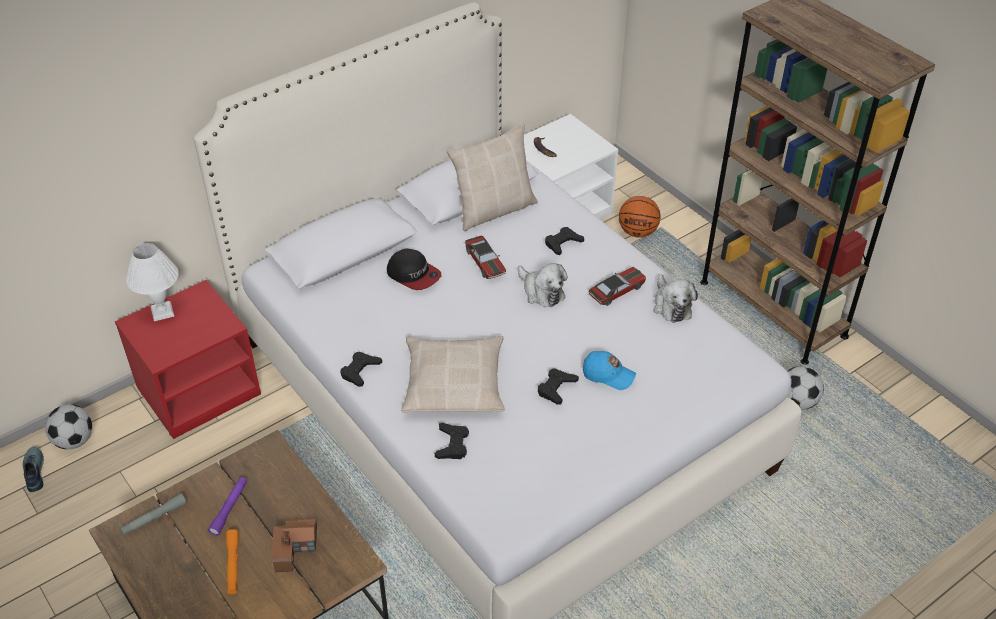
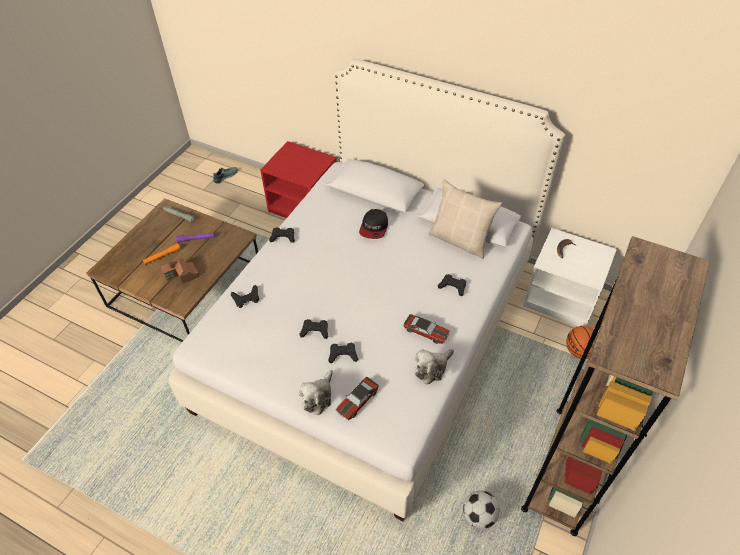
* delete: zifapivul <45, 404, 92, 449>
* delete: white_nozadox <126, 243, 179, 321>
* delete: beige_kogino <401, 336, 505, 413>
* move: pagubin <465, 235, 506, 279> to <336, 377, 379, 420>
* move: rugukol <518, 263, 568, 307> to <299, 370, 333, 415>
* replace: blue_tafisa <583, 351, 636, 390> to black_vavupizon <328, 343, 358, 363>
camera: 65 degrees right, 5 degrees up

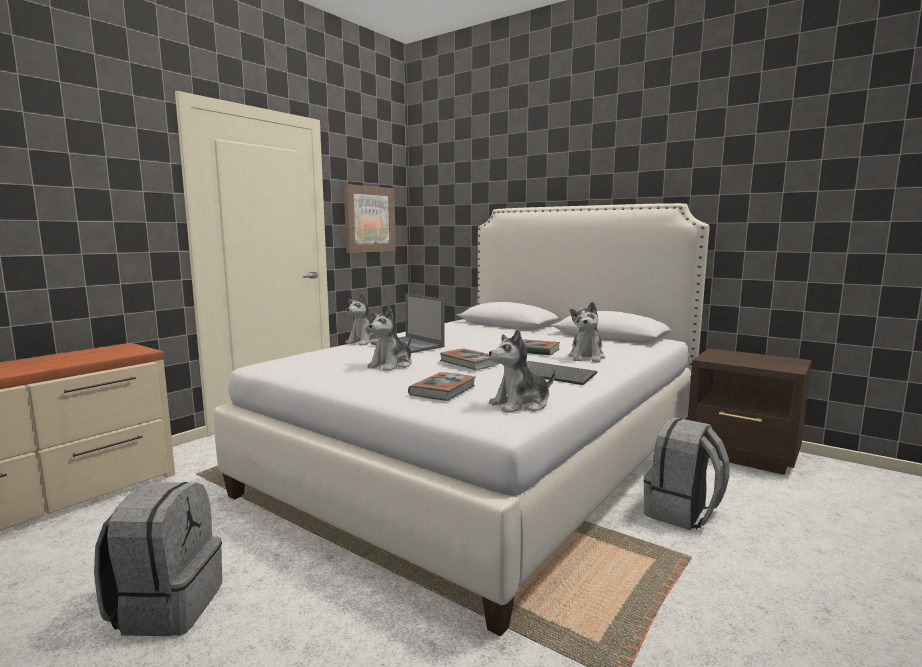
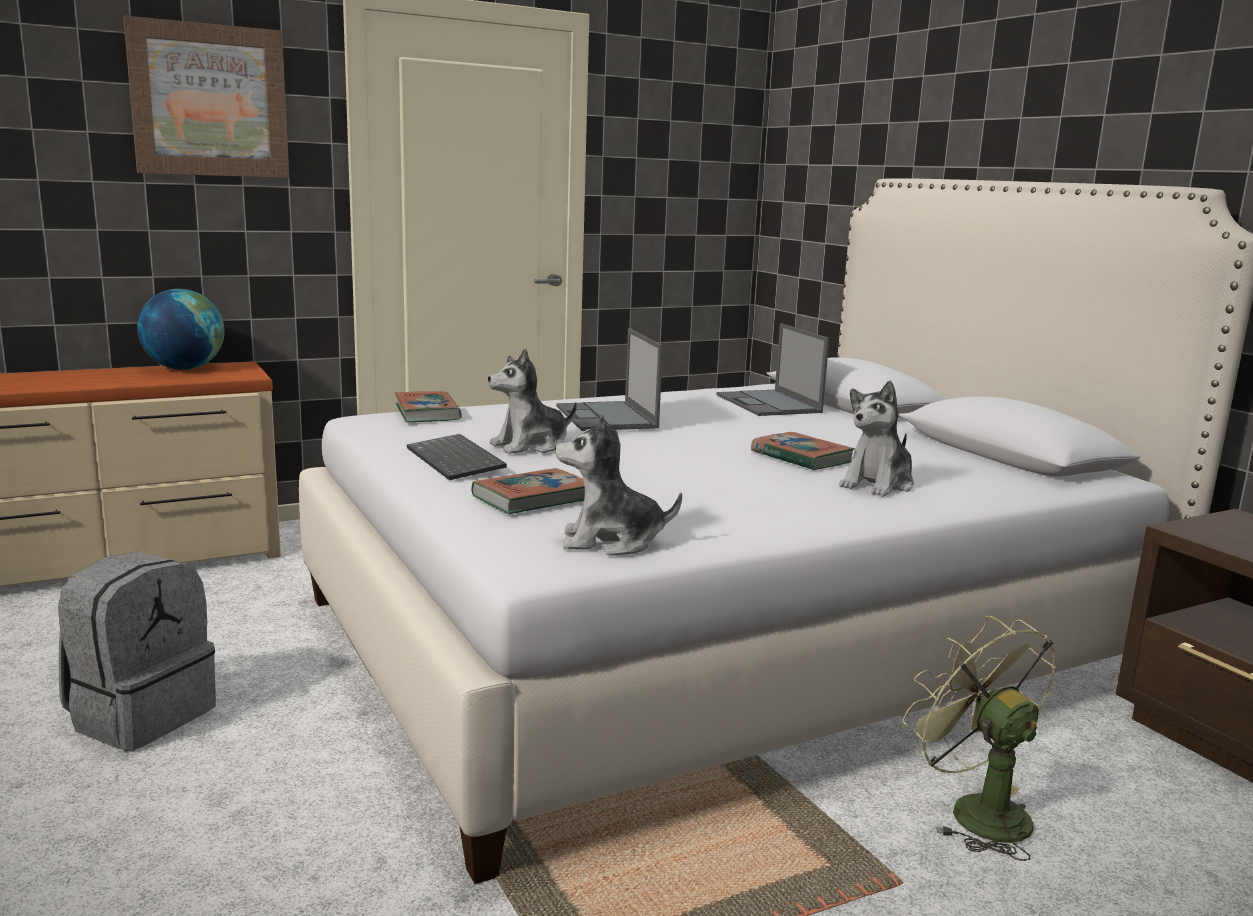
* move: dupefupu <344, 184, 396, 253> to <123, 16, 289, 178>
* delete: rugukol <346, 293, 379, 346>
* move: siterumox <439, 348, 500, 370> to <395, 391, 462, 422>
* move: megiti <526, 361, 597, 385> to <407, 434, 507, 480>
* replace: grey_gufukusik <643, 417, 729, 530> to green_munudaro <903, 616, 1056, 861>
* insert: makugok <137, 289, 225, 370>
* insert: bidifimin <716, 323, 829, 416>
camera: 25 degrees right, 5 degrees up

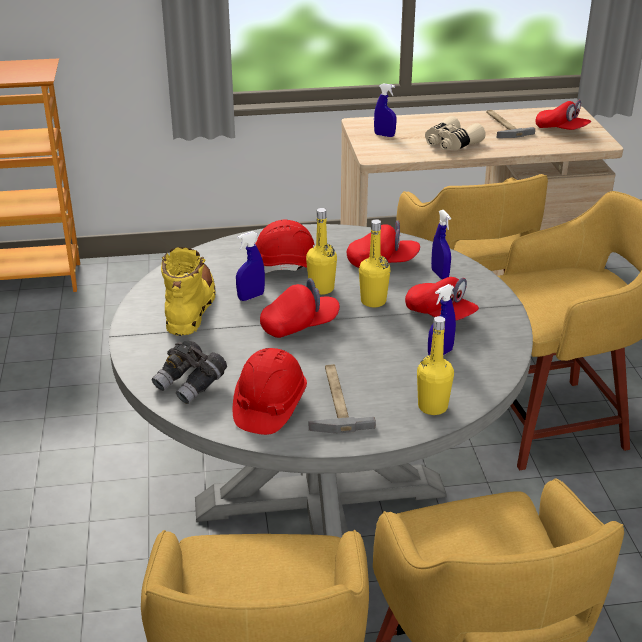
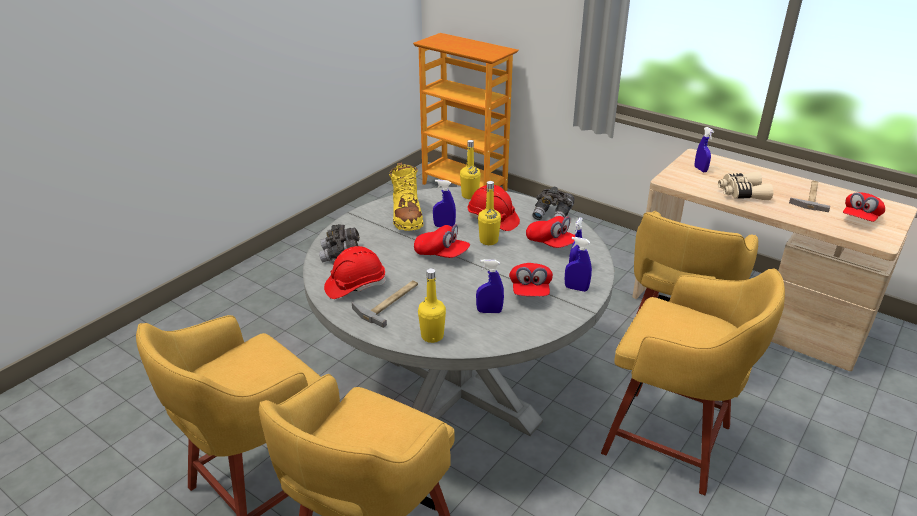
* rotate: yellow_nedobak <161, 247, 215, 336> = <389, 162, 424, 231> 120 degrees clockwise
* move: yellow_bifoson <359, 219, 390, 307> to <460, 140, 481, 199>
* rotate: red_tafisa <536, 100, 591, 130> = <843, 192, 885, 222> 45 degrees clockwise
* insert: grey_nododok <532, 187, 574, 220>
* insert: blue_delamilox <565, 237, 592, 292>
camera: 45 degrees right, 0 degrees up

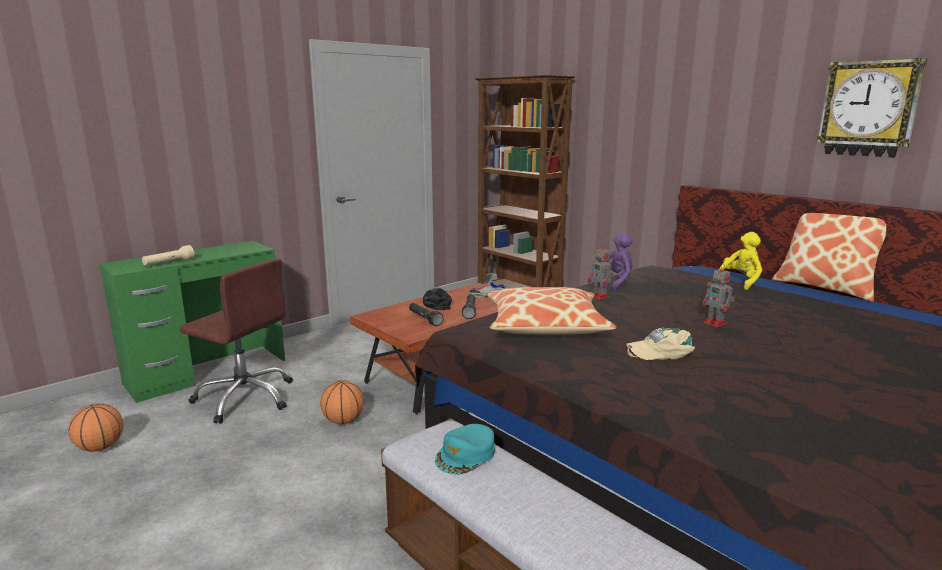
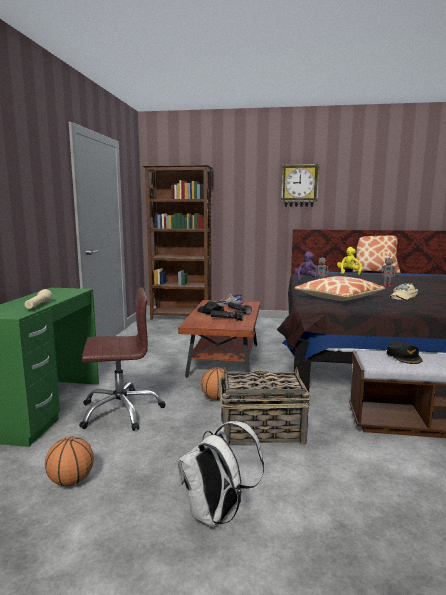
* recolor: turquoise_tafisa <435, 424, 495, 475> to black_tafisa <387, 341, 422, 364>
* move: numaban <817, 58, 927, 158> to <281, 164, 319, 207>
* insert: white_gufukusik <178, 421, 264, 527>
* insert: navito <218, 367, 311, 445>
camera: 40 degrees left, 5 degrees down

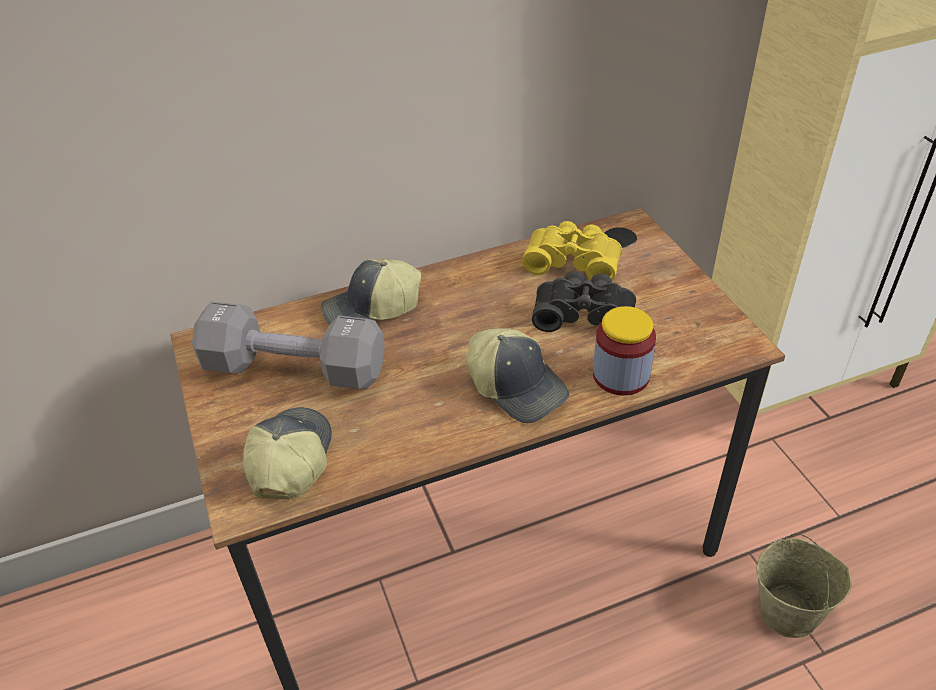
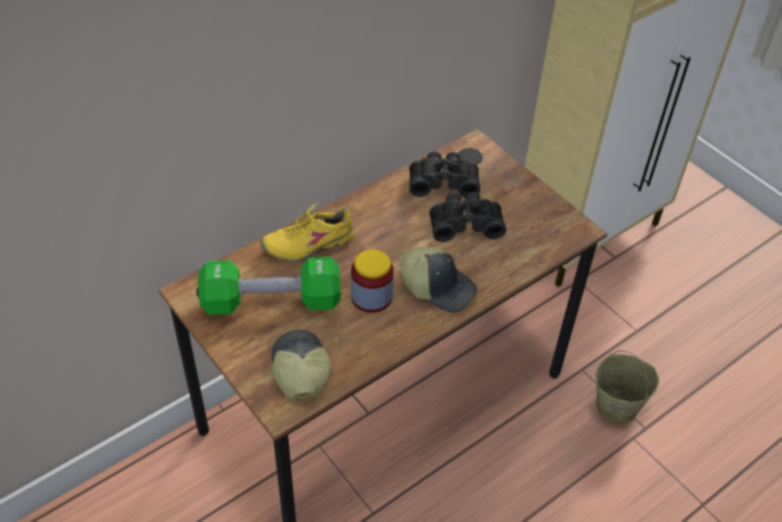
* recolor: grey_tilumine <192, 301, 385, 389> to green_tilumine <198, 257, 341, 315>
* replace: tafisa <321, 259, 421, 325> to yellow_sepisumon <261, 203, 355, 262>
* recolor: yellow_nododok <522, 221, 622, 281> to black_nododok <409, 152, 480, 197>
* move: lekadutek <593, 306, 656, 395> to <351, 249, 394, 313>
camera: 20 degrees left, 5 degrees up

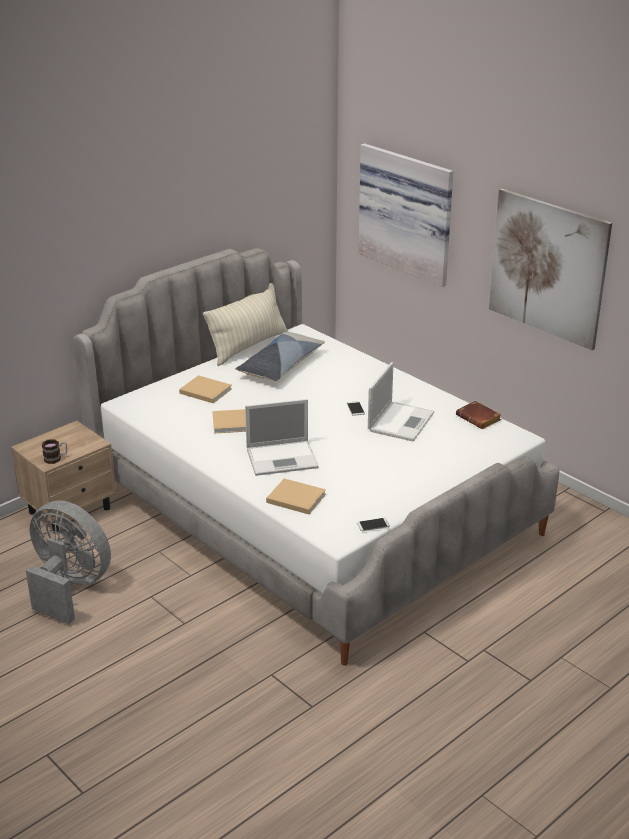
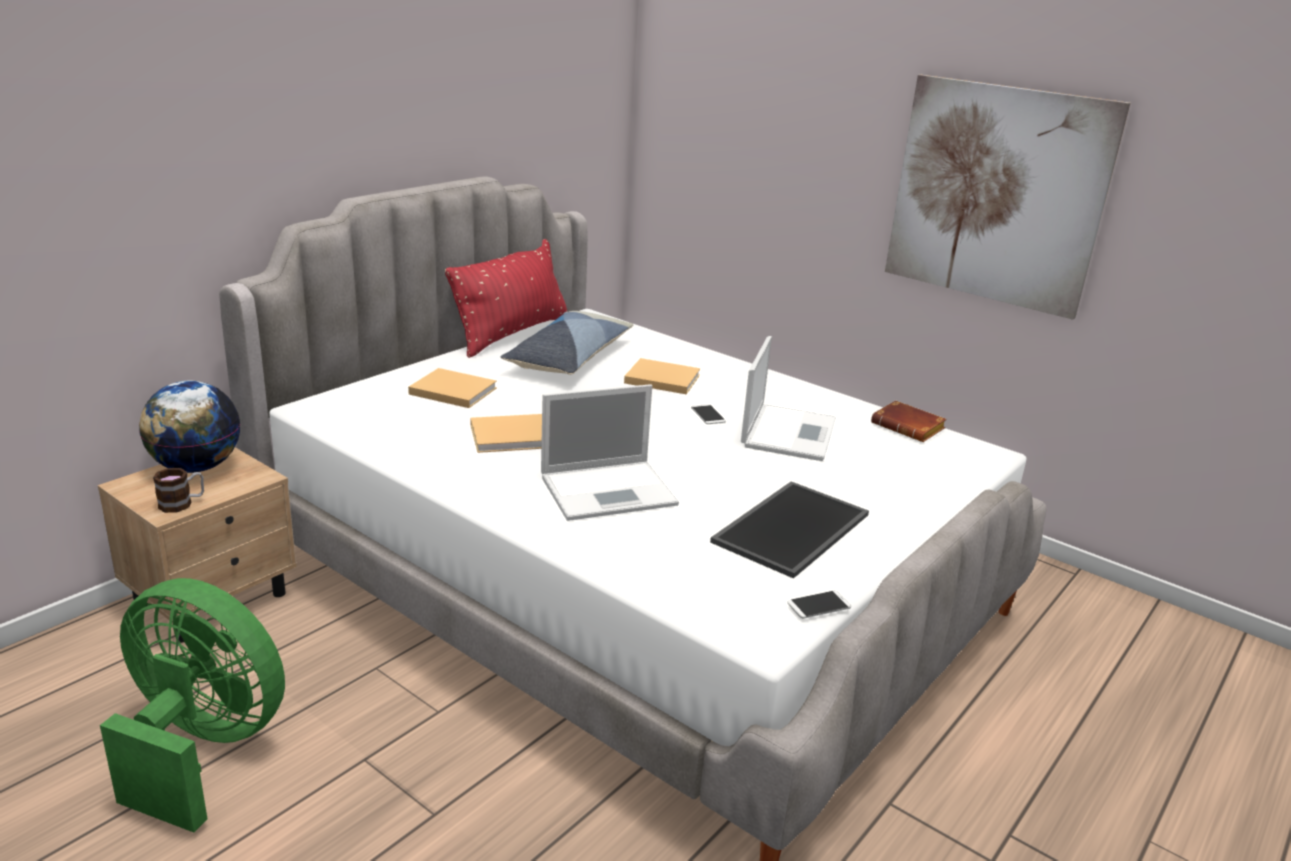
* recolor: grey_munudaro <26, 500, 111, 624> to green_munudaro <100, 578, 285, 833>
* recolor: beige_kogino <203, 283, 288, 366> to red_kogino <445, 239, 568, 358>
* move: beige_siterumox <266, 478, 326, 514> to <624, 358, 700, 394>
* delete: dupefupu <358, 143, 453, 287>
* insert: makugok <139, 381, 240, 473>
* insert: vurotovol <710, 481, 869, 579>
camera: 10 degrees left, 5 degrees down

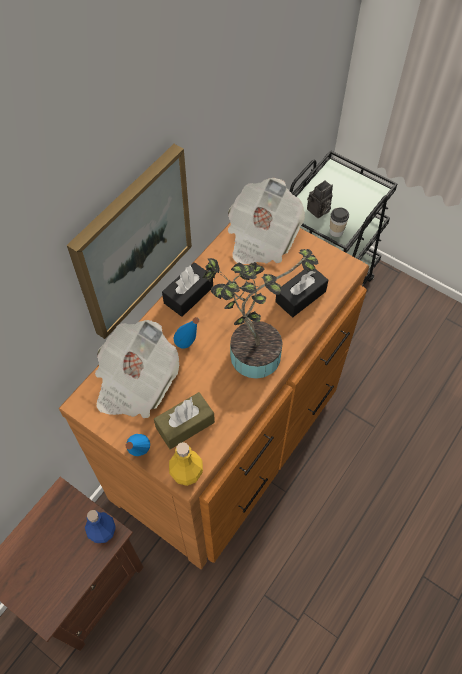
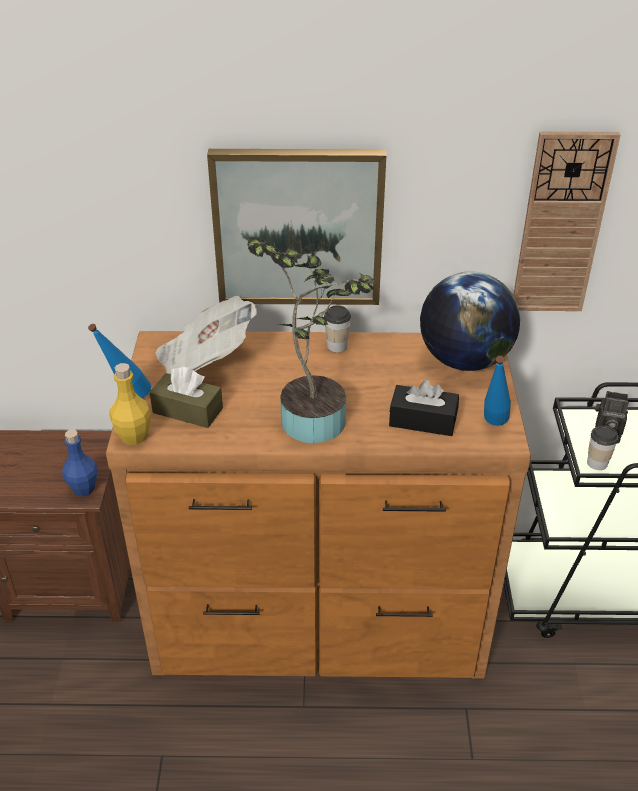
* replace: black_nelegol <162, 262, 213, 317> to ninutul <324, 305, 351, 352>
* move: blue_bifoson <174, 317, 199, 349> to <484, 356, 511, 426>
* replace: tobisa <228, 178, 305, 264> to makugok <420, 272, 520, 371>
* insert: numaban <513, 131, 621, 311>
camera: 55 degrees right, 20 degrees down

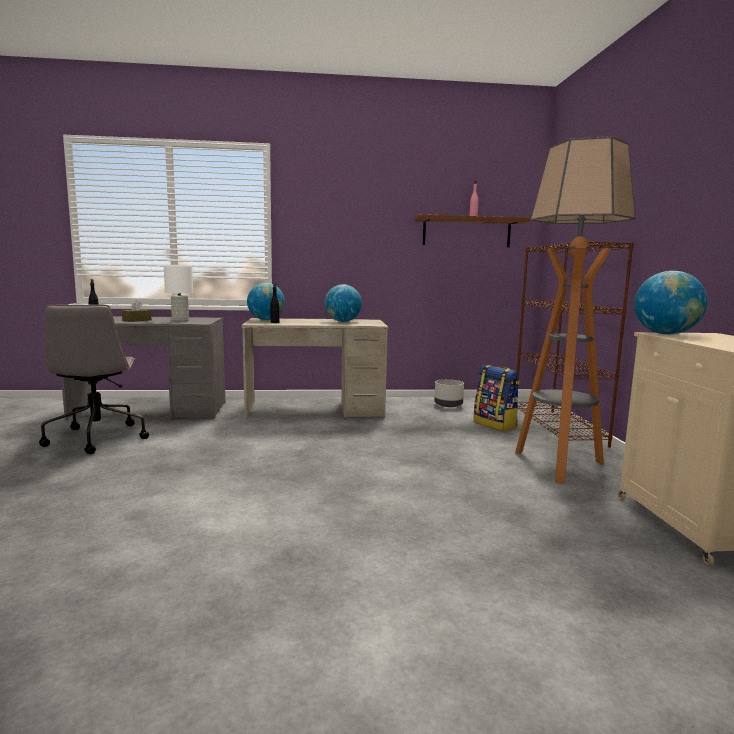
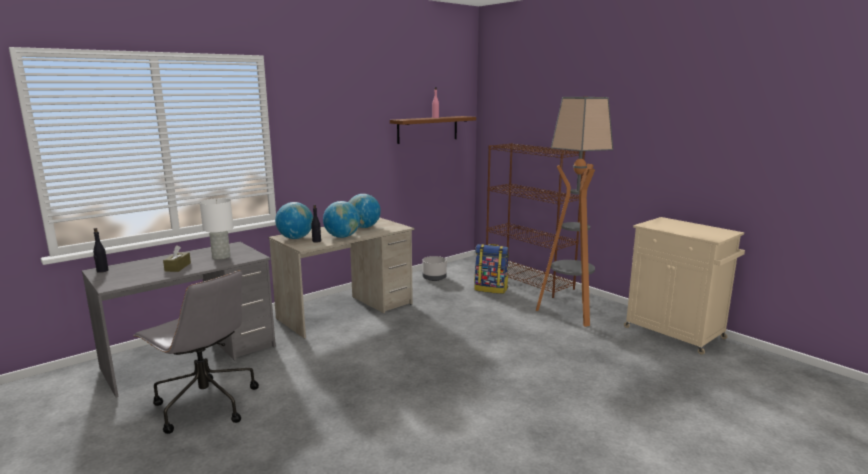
* move: makugok <634, 271, 708, 335> to <323, 201, 360, 238>
camera: 35 degrees left, 5 degrees up

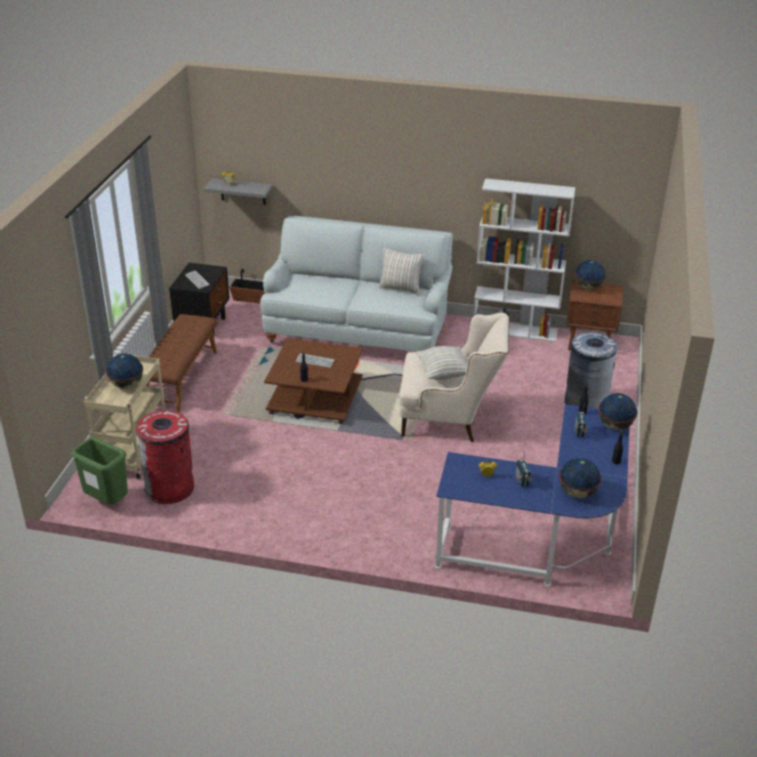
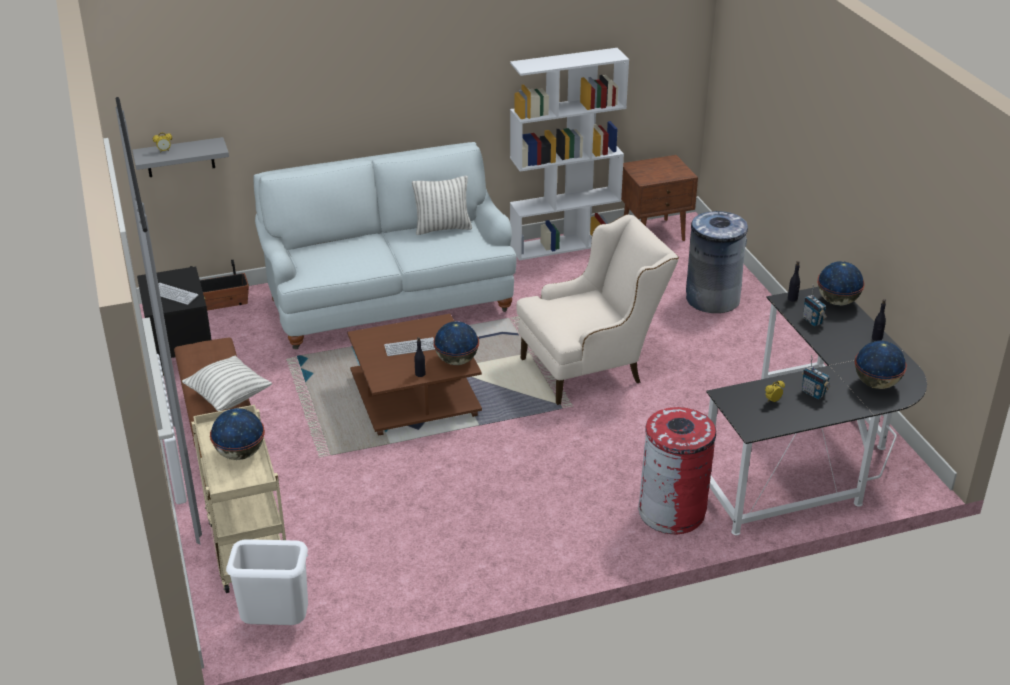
* recolor: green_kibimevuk <71, 437, 128, 505> to white_kibimevuk <226, 539, 308, 625>
* move: red_kibimevuk <136, 411, 194, 504> to <638, 407, 716, 534>
* move: kogino <416, 346, 467, 380> to <182, 356, 272, 411>
* recolor: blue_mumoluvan <435, 404, 630, 586> to black_mumoluvan <706, 287, 927, 535>
* move: makugok <575, 260, 606, 290> to <433, 321, 479, 365>
camera: 30 degrees left, 0 degrees up

